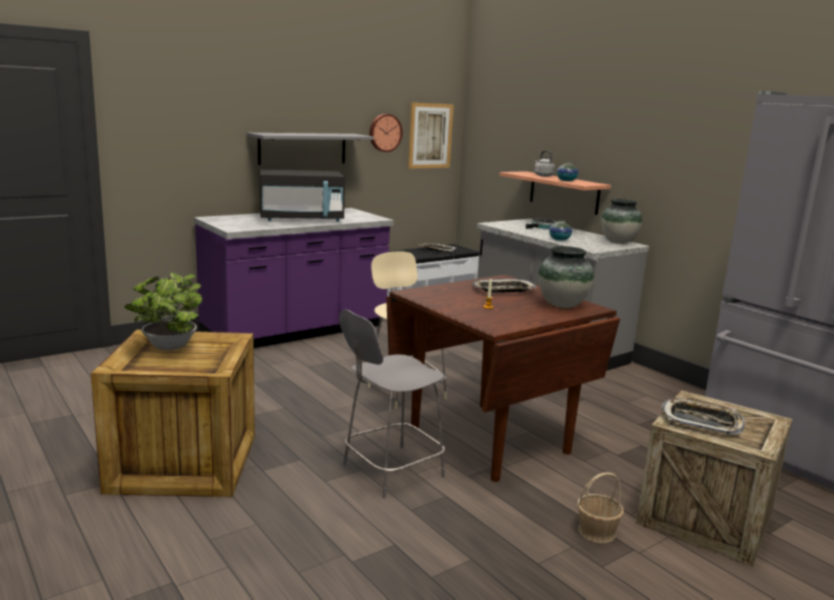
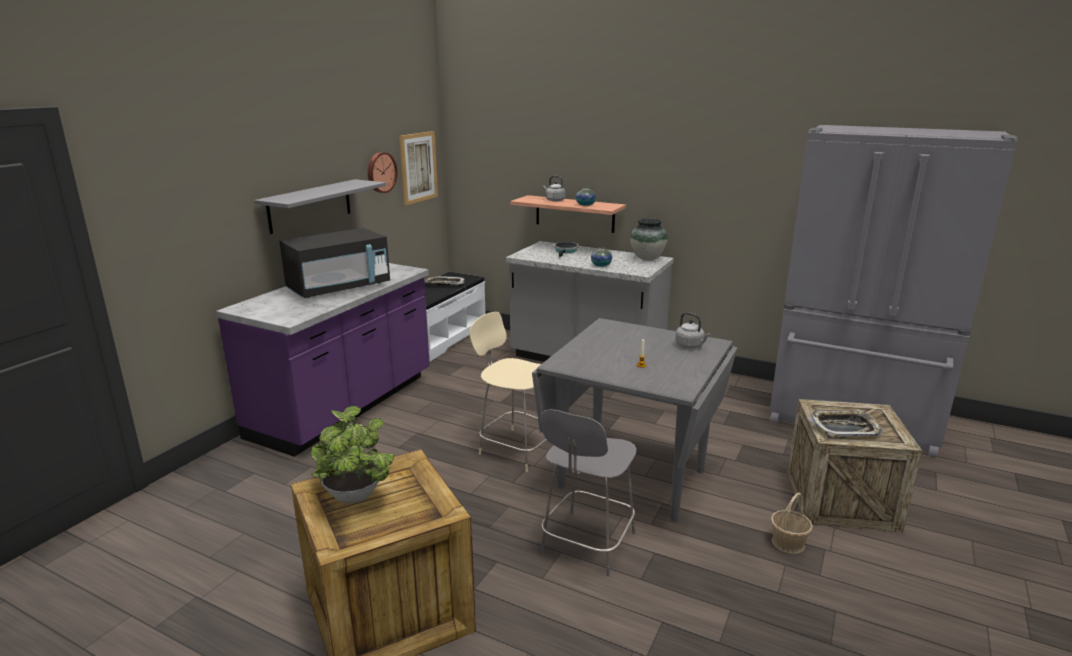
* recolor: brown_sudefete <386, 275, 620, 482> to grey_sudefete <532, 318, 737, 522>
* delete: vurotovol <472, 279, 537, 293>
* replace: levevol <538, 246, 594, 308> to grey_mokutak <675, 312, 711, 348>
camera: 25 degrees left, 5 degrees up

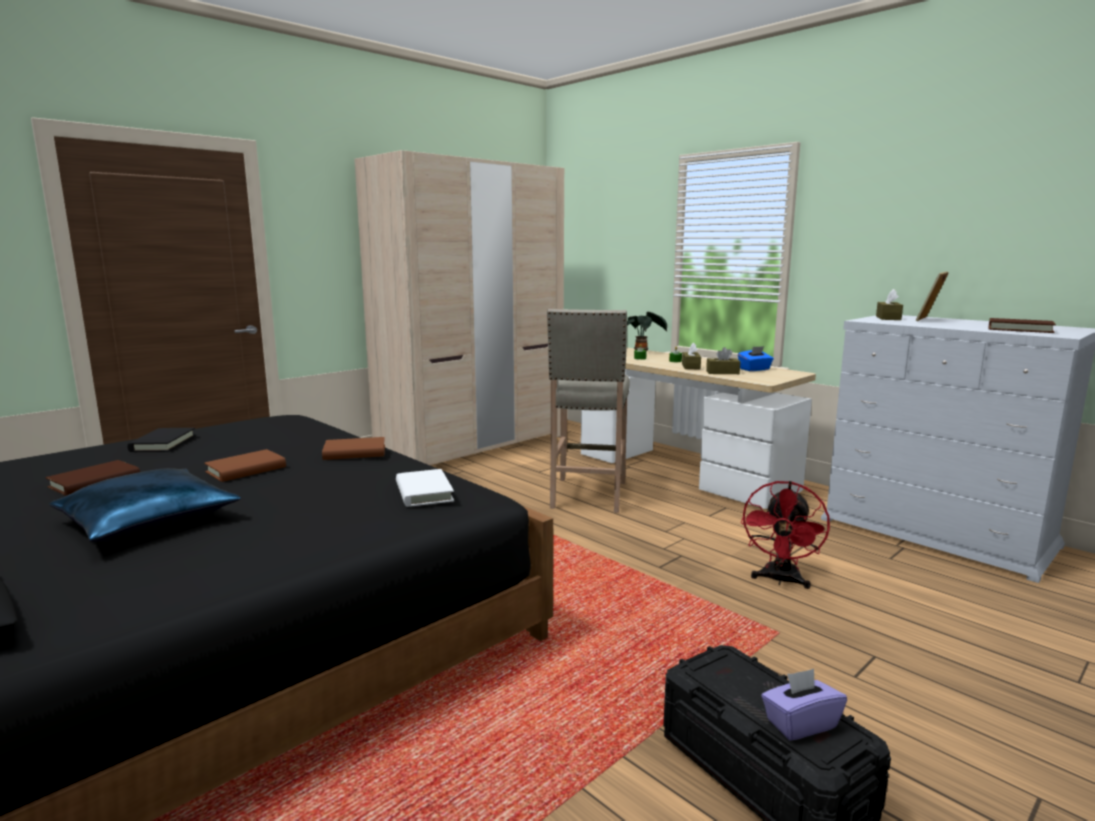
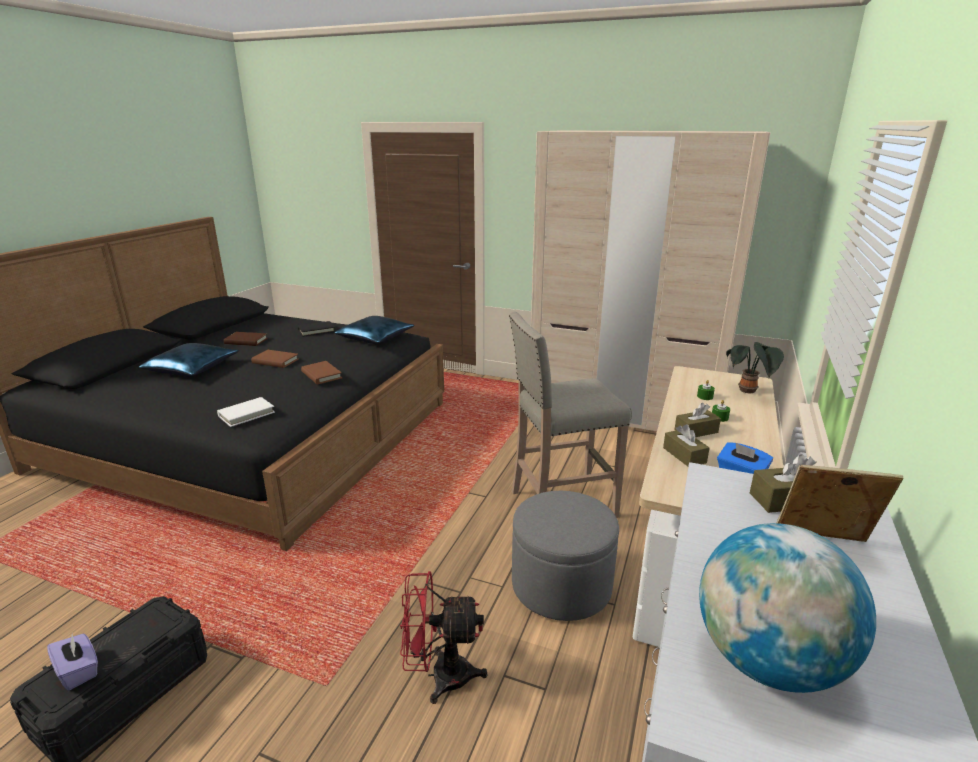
* replace: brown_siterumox <989, 318, 1056, 333> to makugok <699, 523, 876, 693>
* insert: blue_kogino <335, 316, 415, 344>
* insert: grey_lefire <512, 491, 619, 621>
camera: 65 degrees right, 10 degrees up

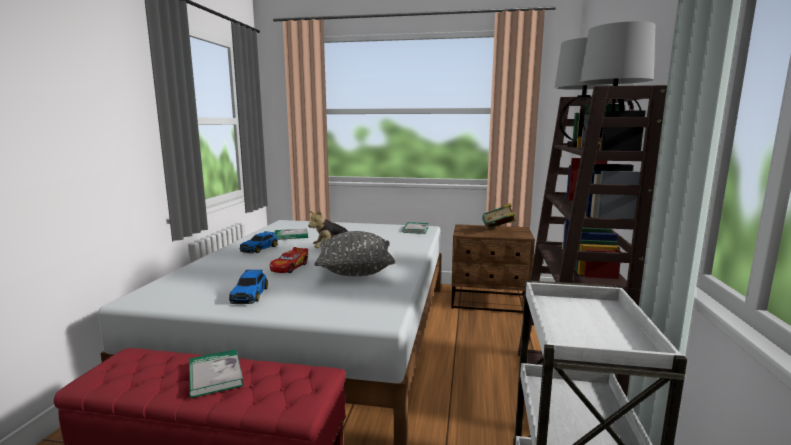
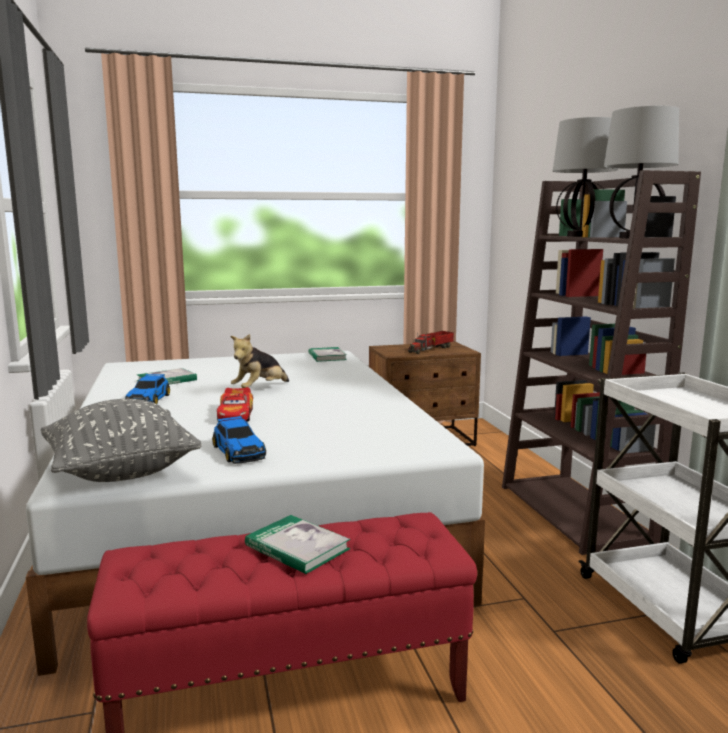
* move: grey_kogino <314, 231, 395, 276> to <41, 399, 202, 482>
* replace: siterumox <482, 203, 516, 229> to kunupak <408, 331, 454, 354>
camera: 25 degrees left, 0 degrees up

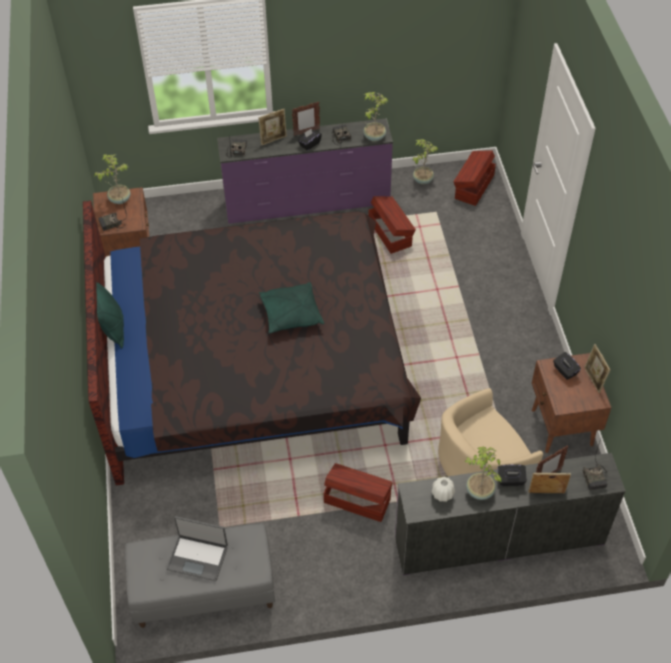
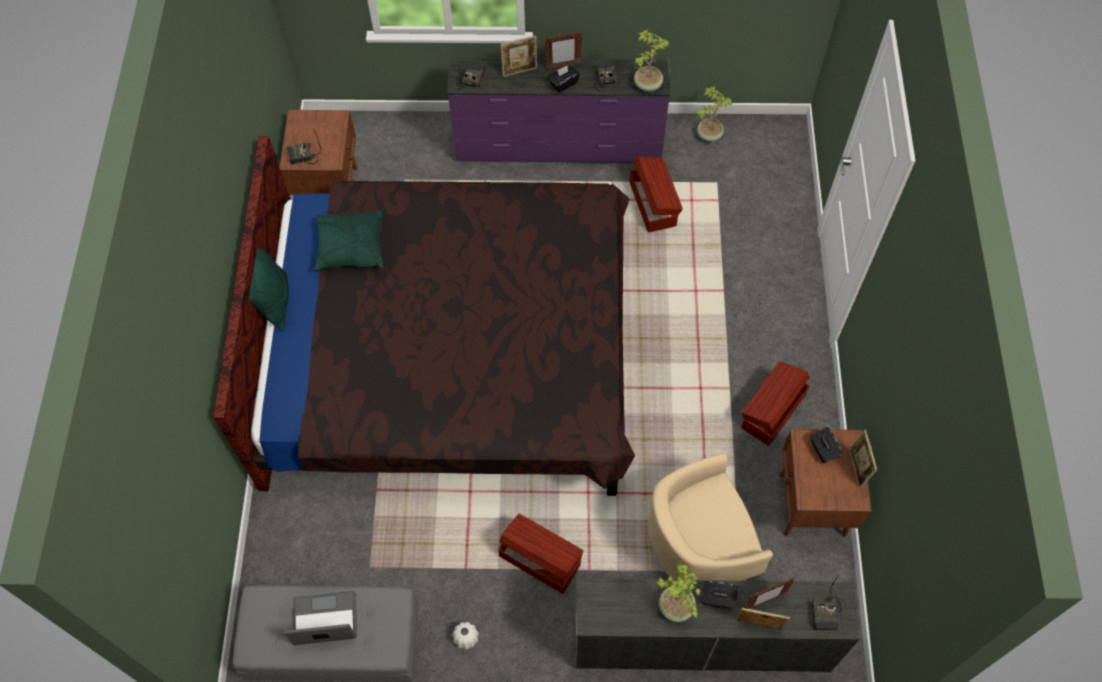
* delete: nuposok <94, 154, 131, 204>
* rotate: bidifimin <167, 516, 228, 581> = <284, 591, 357, 645> 150 degrees clockwise
* move: green_kogino <259, 282, 324, 334> to <314, 210, 383, 270>
* move: white_levevol <432, 477, 455, 502> to <452, 622, 479, 650>
* move: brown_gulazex <454, 150, 496, 206> to <741, 361, 810, 446>
camera: 10 degrees right, 10 degrees up

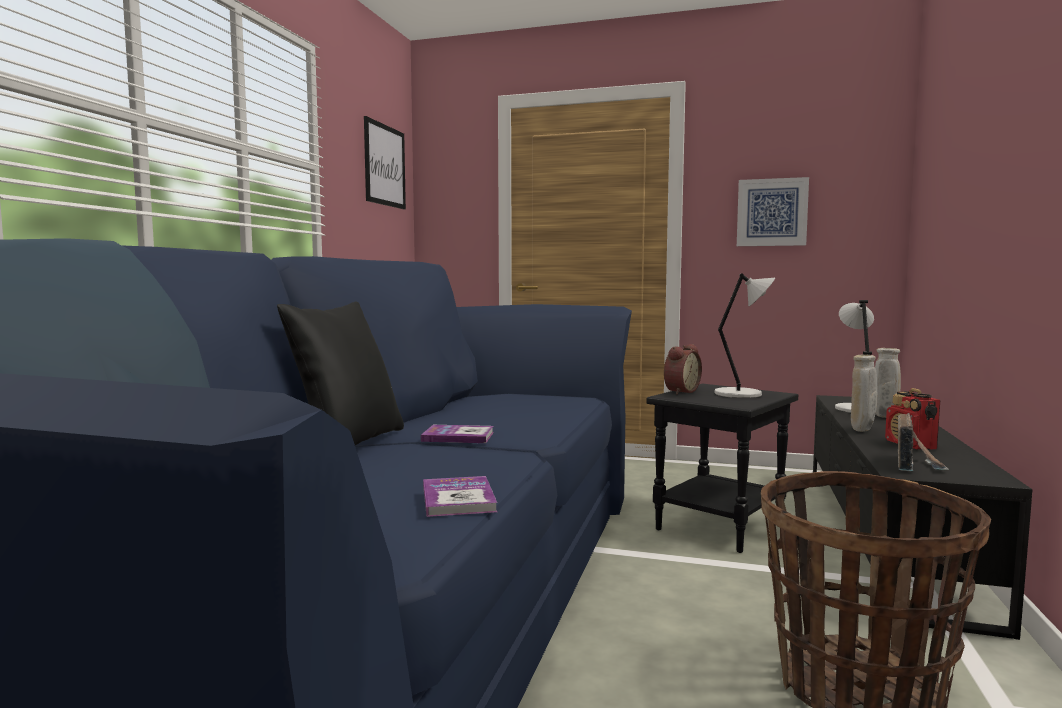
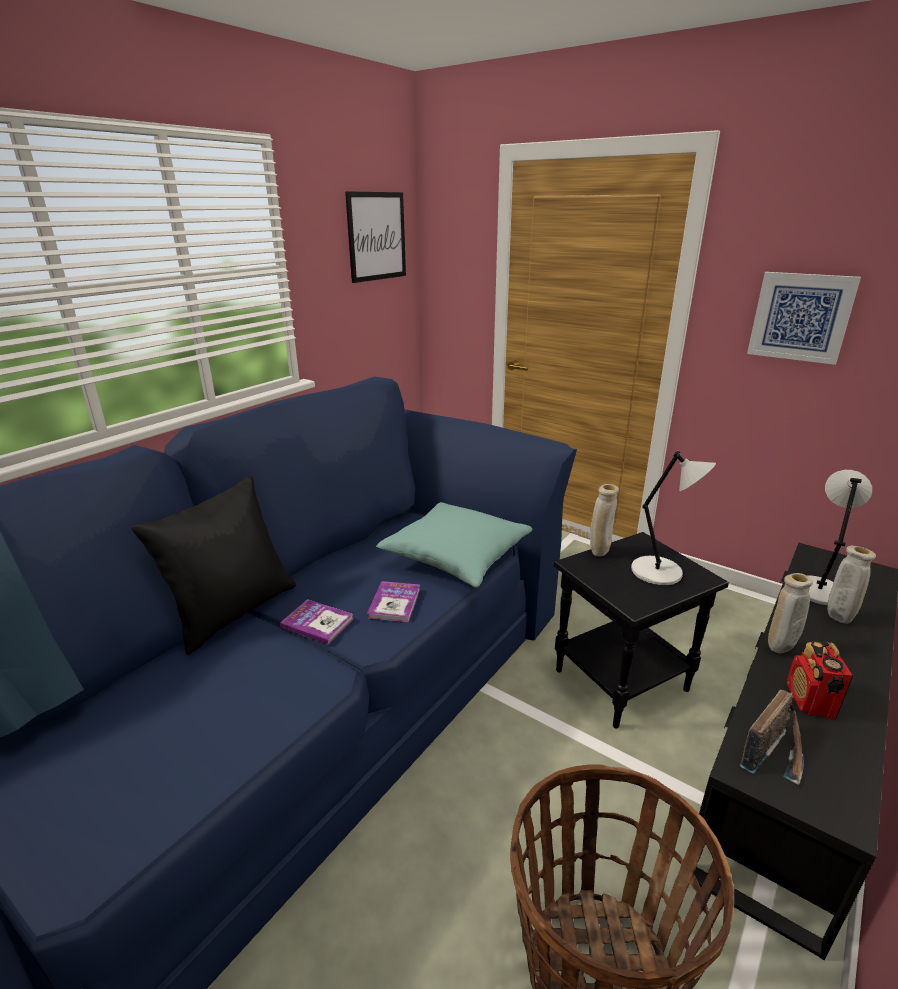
* move: siterumox <423, 476, 497, 517> to <367, 581, 420, 622>
* replace: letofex <664, 344, 702, 394> to beige_levevol <590, 484, 619, 556>
* insert: turquoise_kogino <376, 502, 532, 588>
camera: 20 degrees right, 20 degrees up

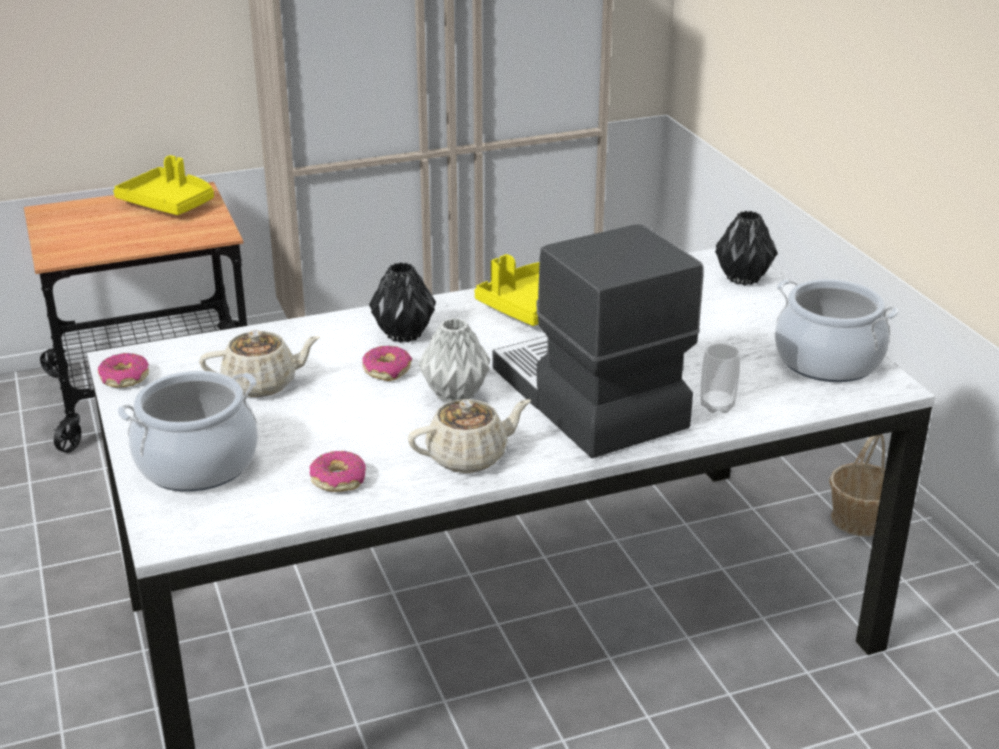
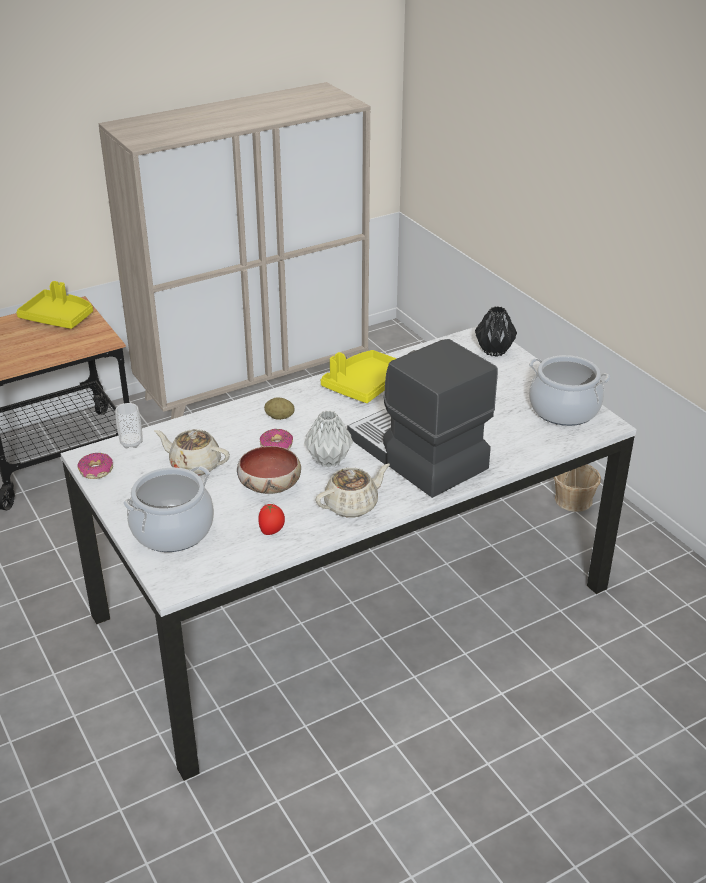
* rotate: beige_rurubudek <199, 330, 321, 397> = <154, 429, 230, 476> 135 degrees counterclockwise
* replace: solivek <310, 451, 366, 492> to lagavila <258, 503, 285, 535>
* replace: black_levevol <369, 262, 436, 343> to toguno <264, 397, 295, 420>
* move: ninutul <701, 343, 740, 413> to <115, 403, 143, 448>
* insert: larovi <237, 446, 301, 494>
camera: 10 degrees left, 5 degrees up

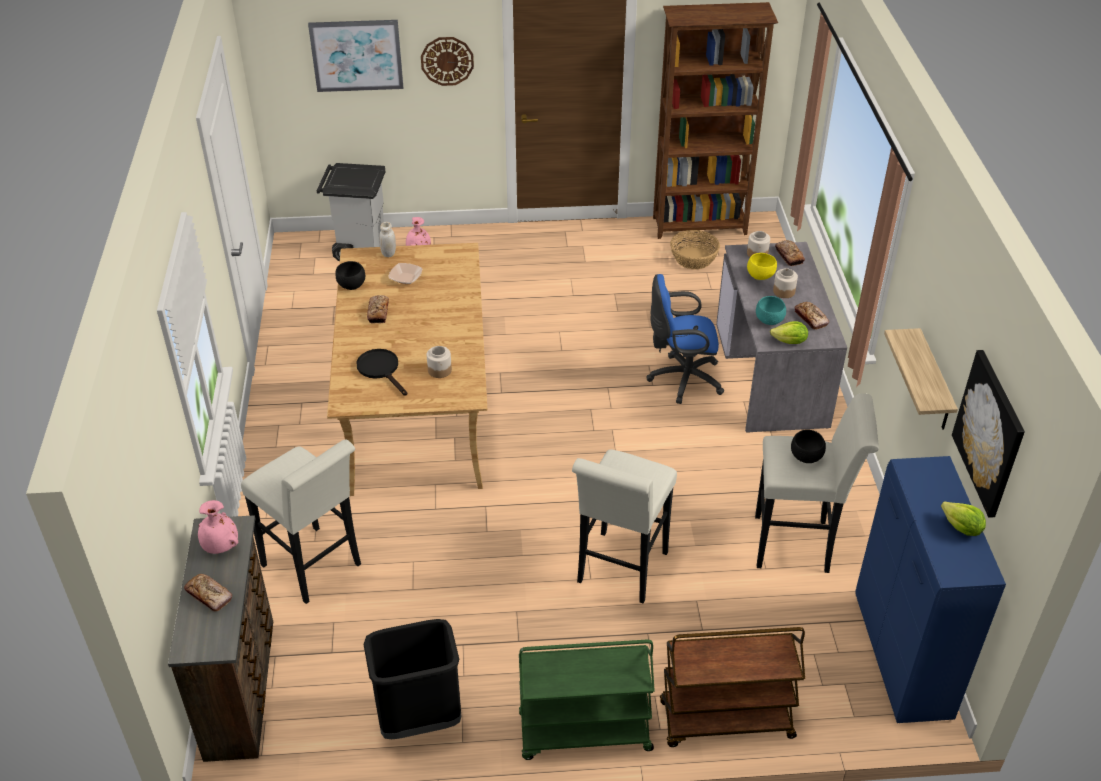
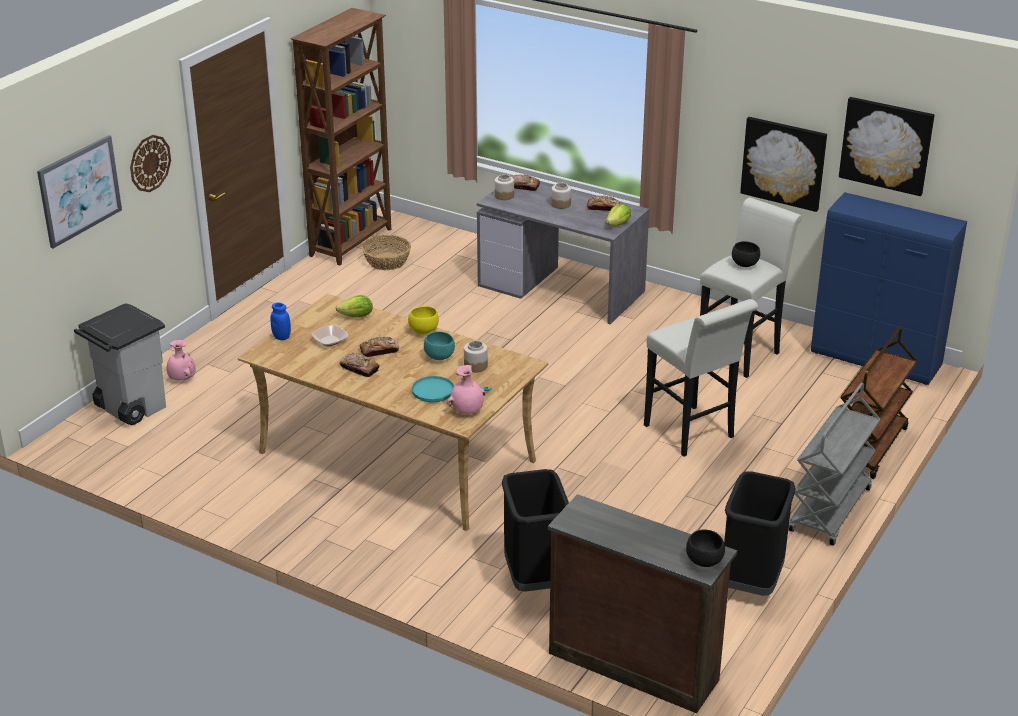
* move: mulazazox <184, 574, 232, 612> to <359, 337, 399, 357>
* move: pink_levevol <198, 500, 238, 554> to <447, 365, 486, 414>
* replace: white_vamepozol <241, 439, 361, 604> to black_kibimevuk <502, 469, 569, 592>
* move: black_larovi <335, 261, 365, 290> to <686, 530, 725, 567>
* recolor: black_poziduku <357, 349, 408, 396> to turquoise_poziduku <412, 376, 491, 403>
* recolor: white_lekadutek <380, 222, 396, 257> to blue_lekadutek <270, 302, 291, 340>
* recolor: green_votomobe <519, 640, 655, 760> to grey_votomobe <789, 383, 881, 546>
* delete: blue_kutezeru <646, 274, 724, 404>
* move: yellow_larovi <747, 253, 777, 280> to <408, 306, 439, 335>
* move: turquoise_larovi <756, 296, 786, 325> to <424, 331, 455, 360>
* replace: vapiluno <884, 328, 958, 429> to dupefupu <740, 117, 827, 212>
* move: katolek <941, 501, 986, 536> to <336, 295, 373, 318>
camera: 55 degrees left, 10 degrees down

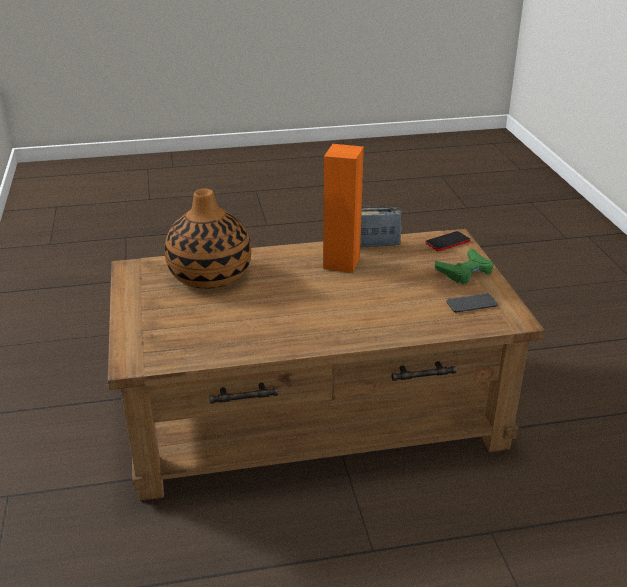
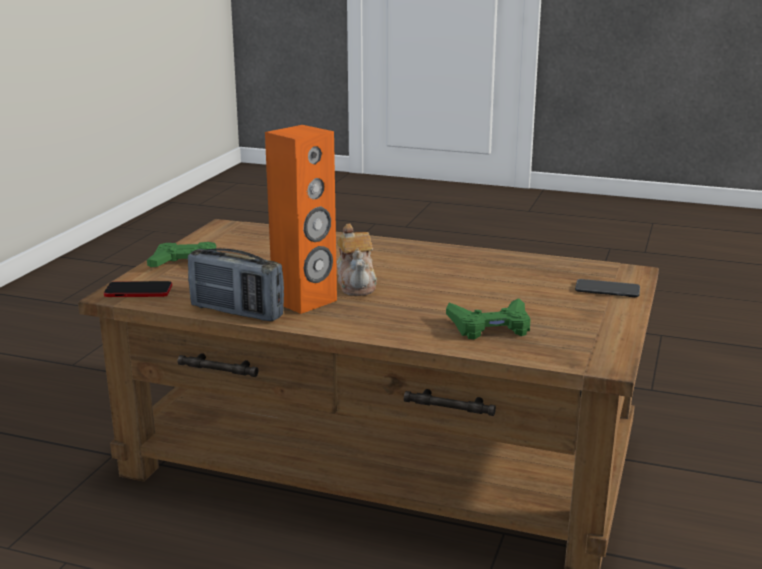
* replace: levevol <165, 189, 251, 289> to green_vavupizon <446, 298, 531, 340>
* move: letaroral <446, 293, 498, 312> to <575, 279, 640, 297>
* insert: rurubudek <337, 223, 377, 296>
camera: 150 degrees left, 10 degrees down

